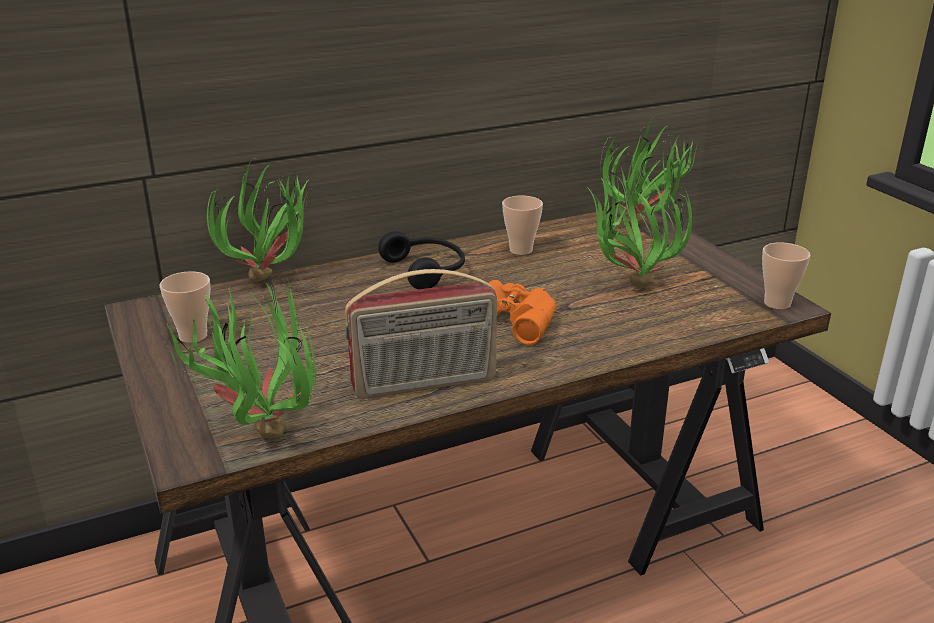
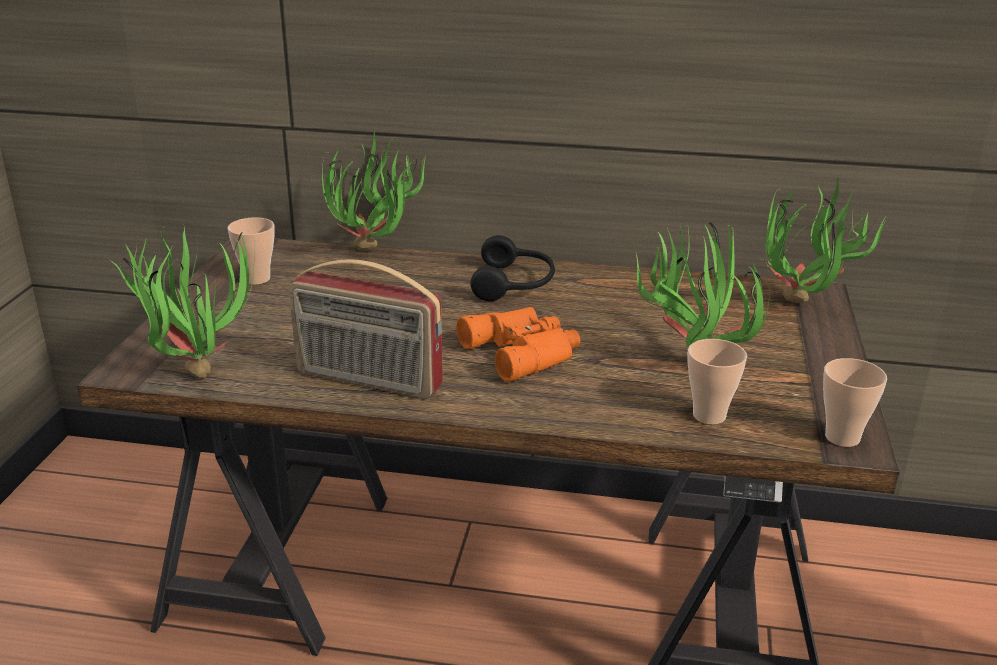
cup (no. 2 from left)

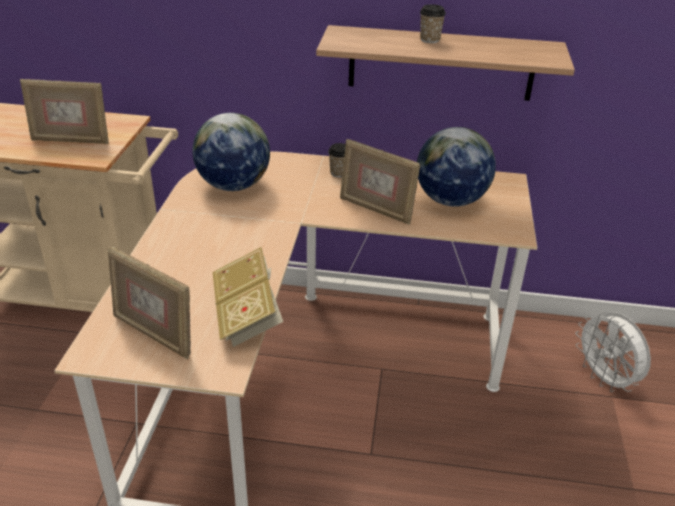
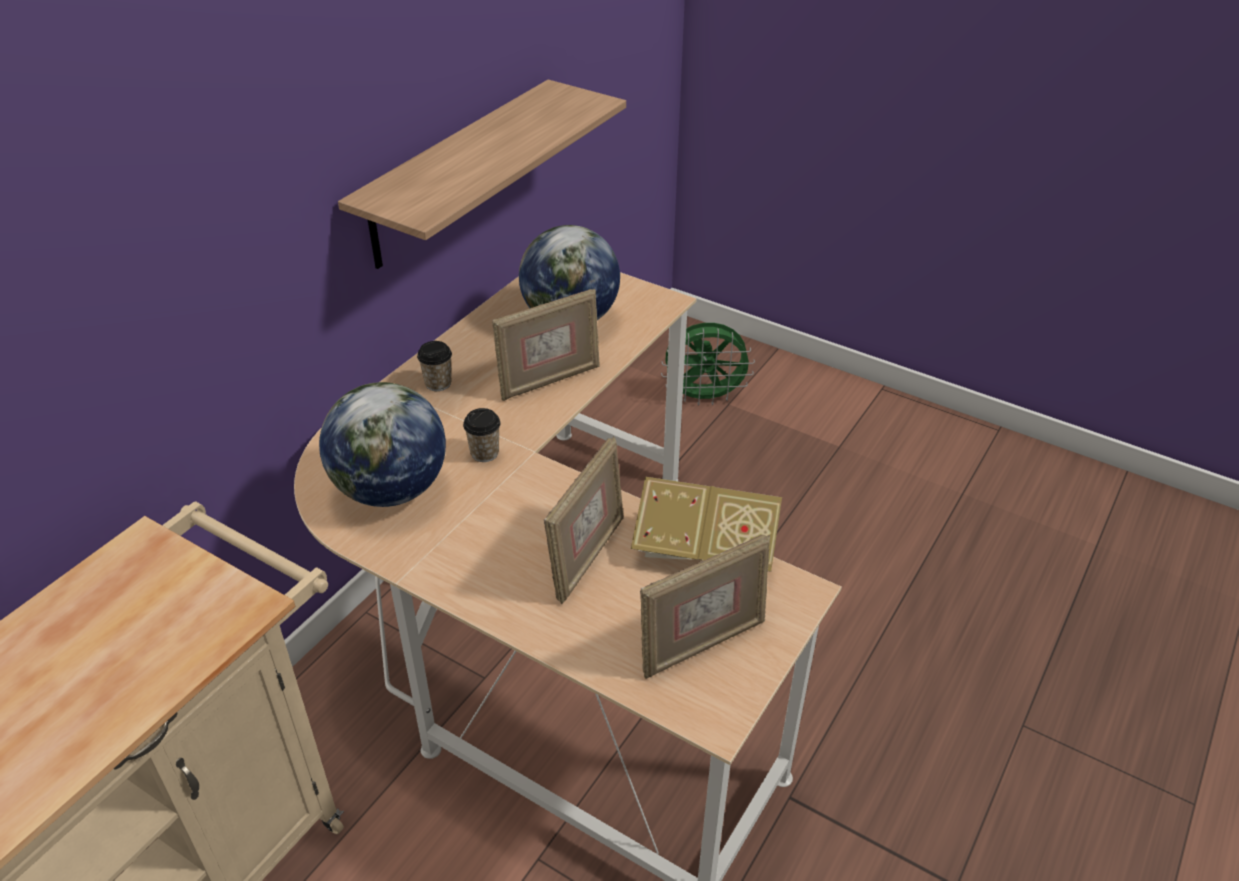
cup (no. 2 from left)
picture frame (no. 2 from left)
fan/green

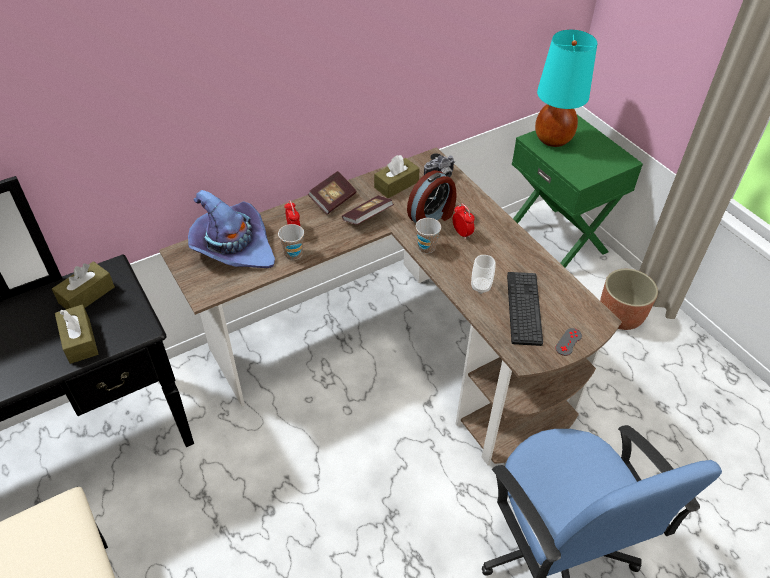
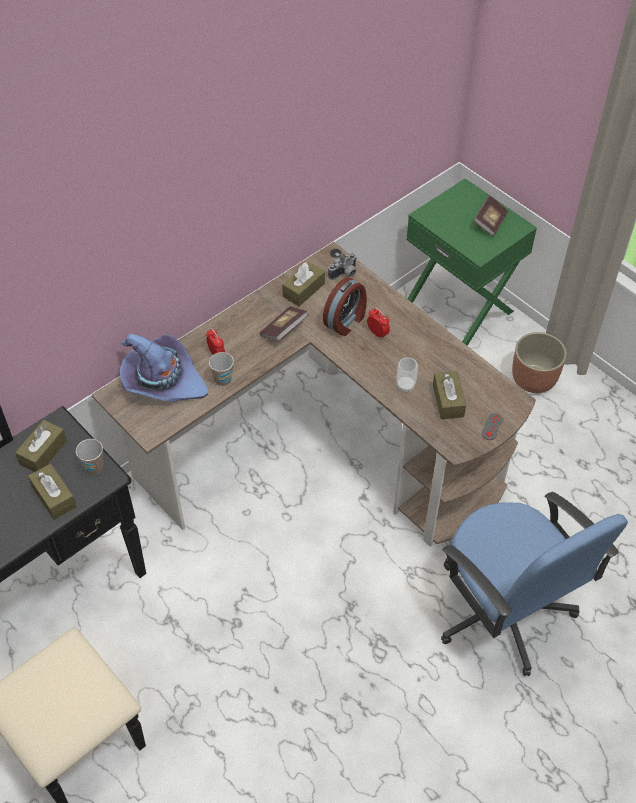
table lamp/turquoise
book (no. 2 from left)
cup (no. 1 from left)
tissue box/brown (no. 4 from left)

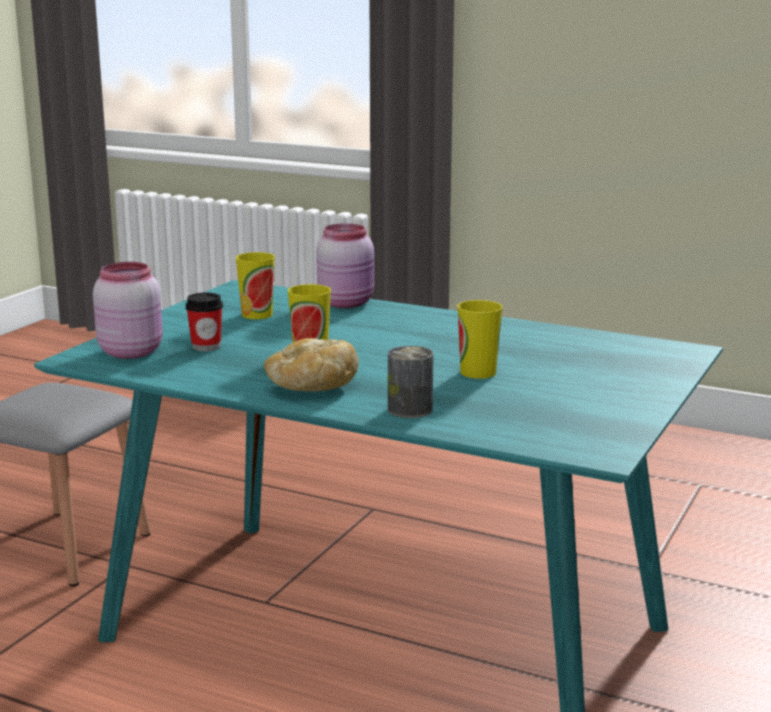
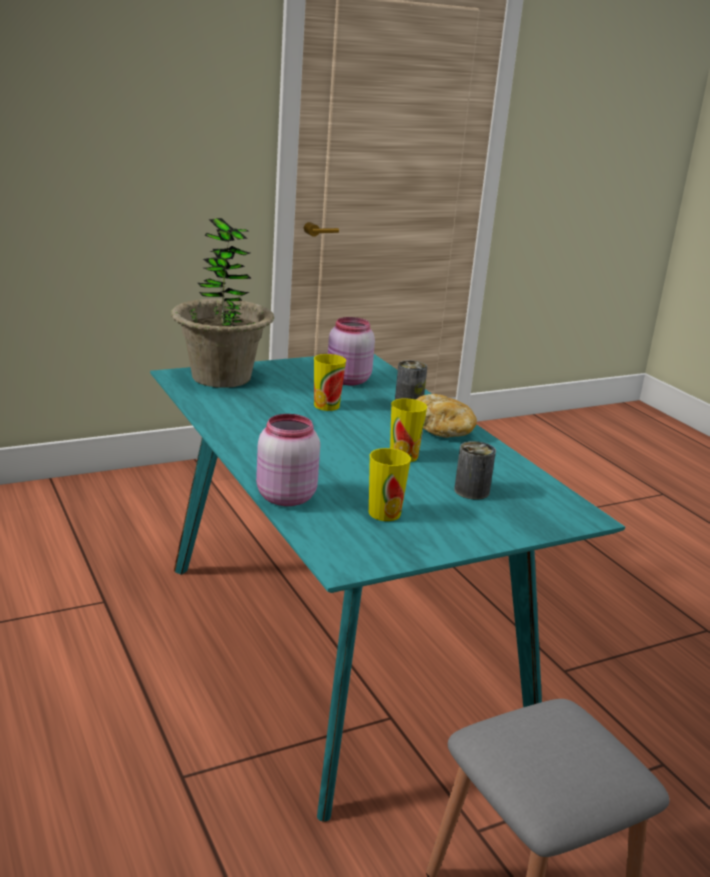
jar/pink (no. 2 from left)
can (no. 2 from left)
potted plant

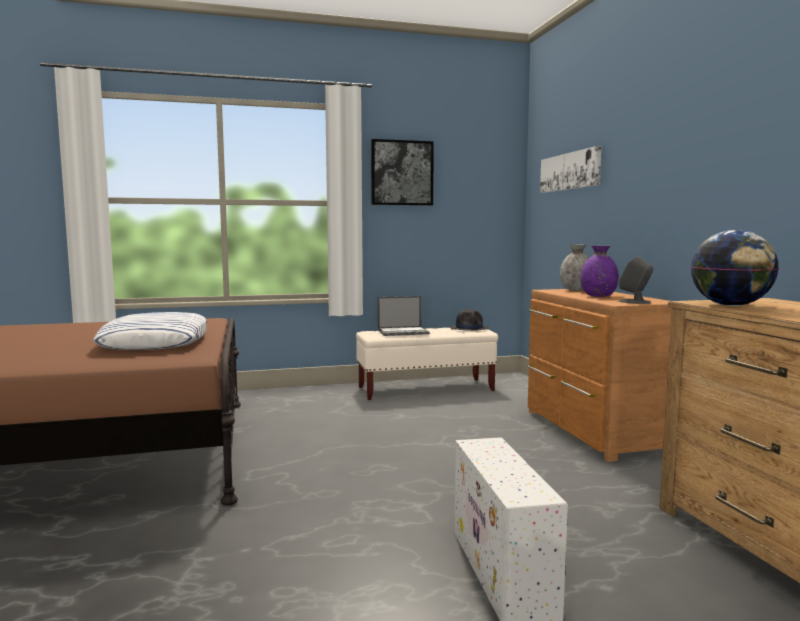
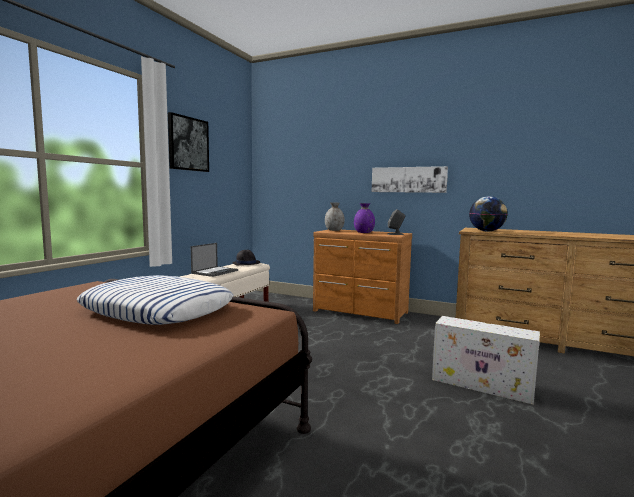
picture (no. 2 from left)

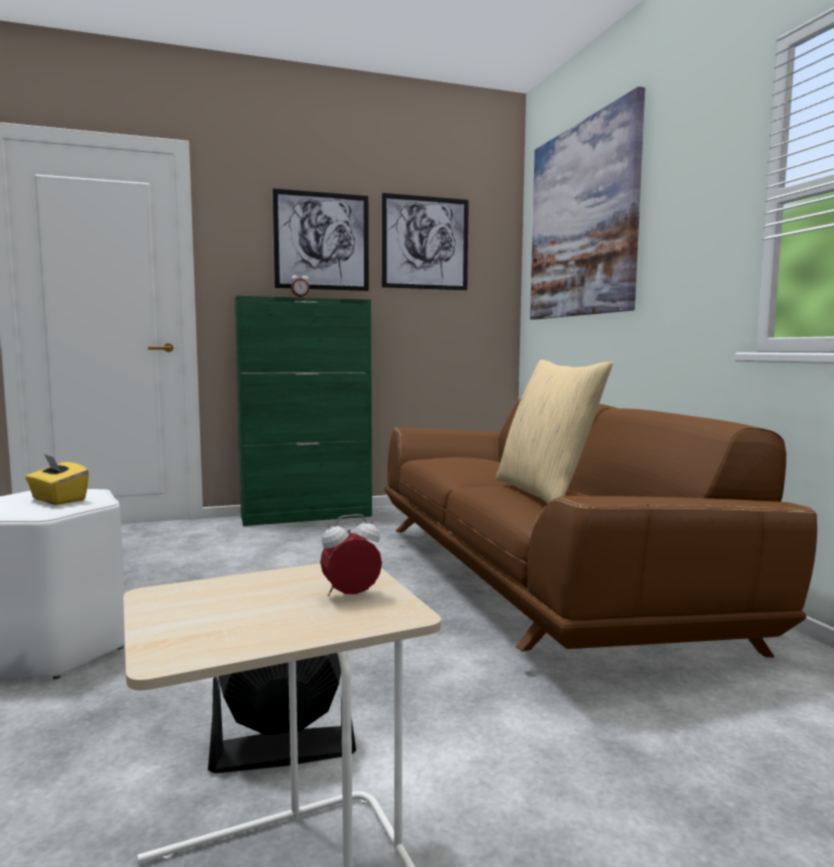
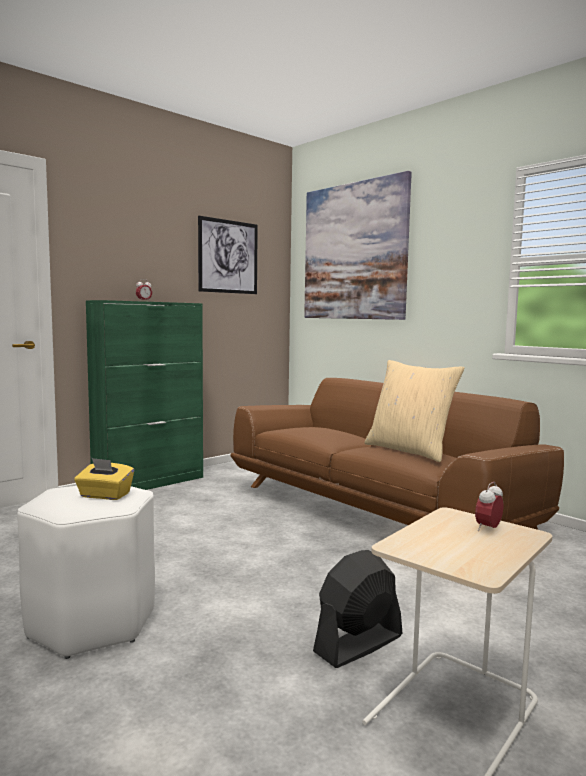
picture (no. 1 from left in the first image)

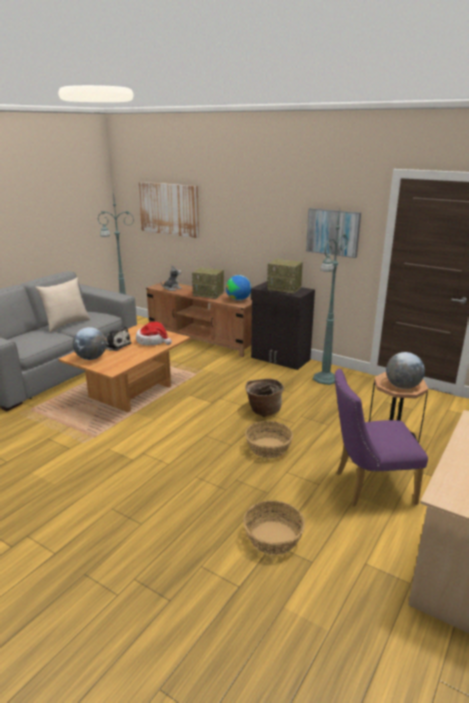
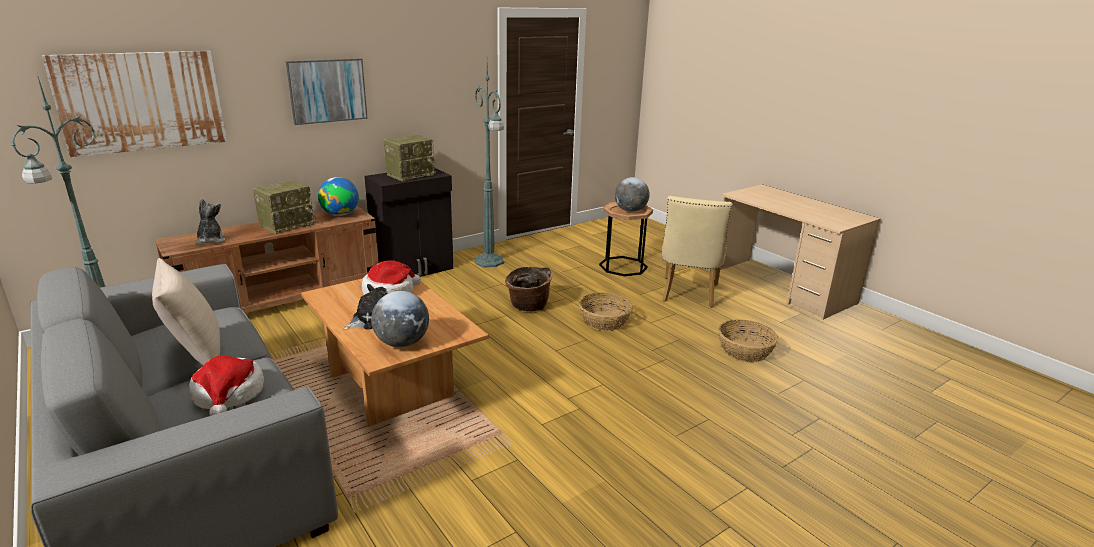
picture (no. 2 from left)
chair/beige
hat (no. 1 from left)

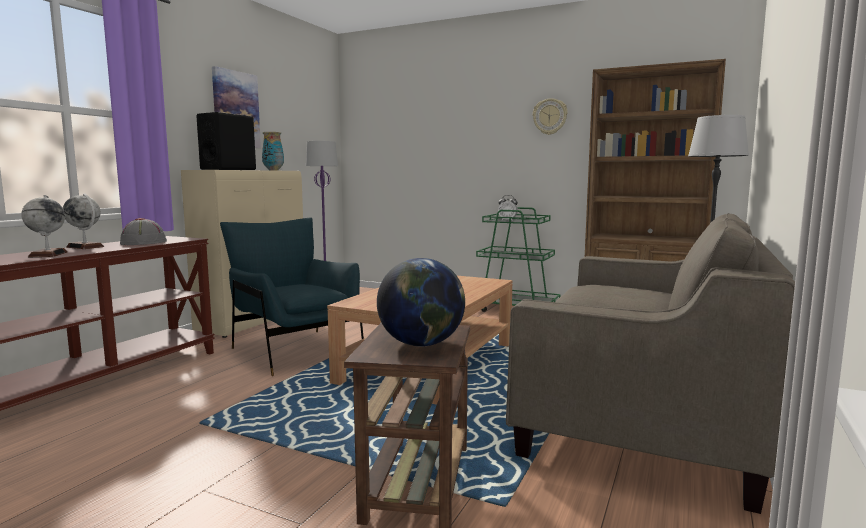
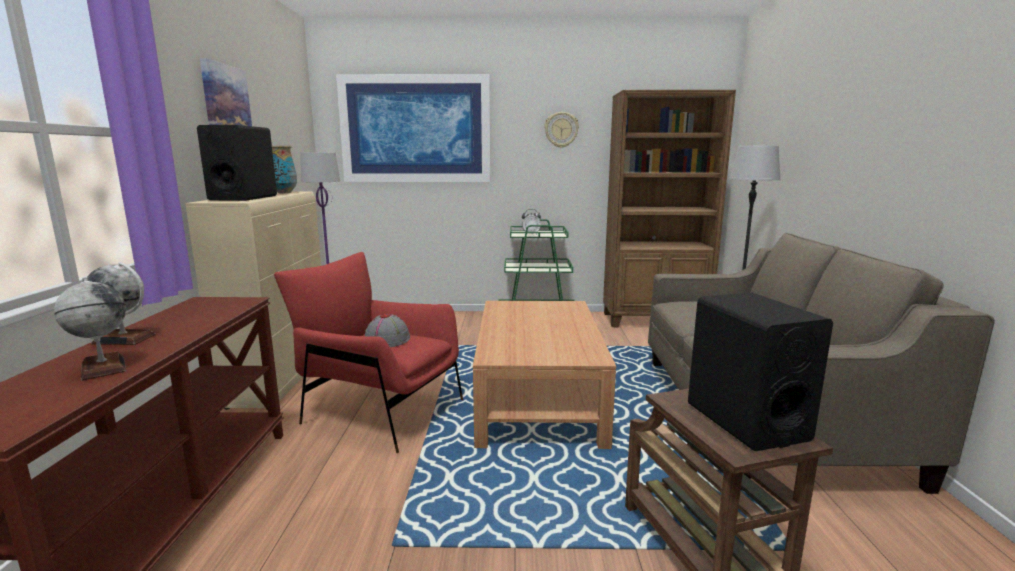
armchair/red
hat/grey
speaker/black (no. 2 from left)
picture (no. 2 from left)

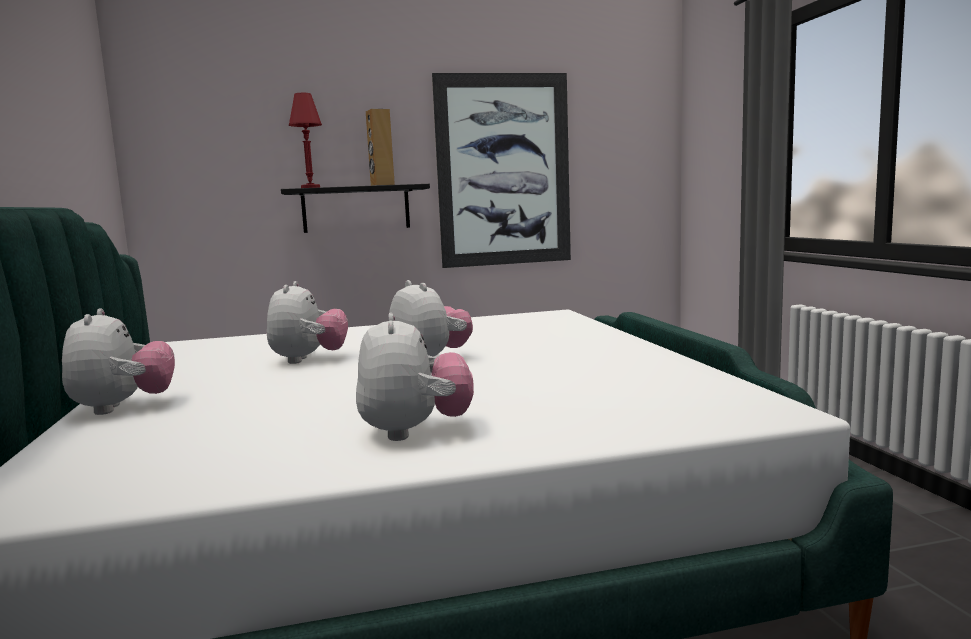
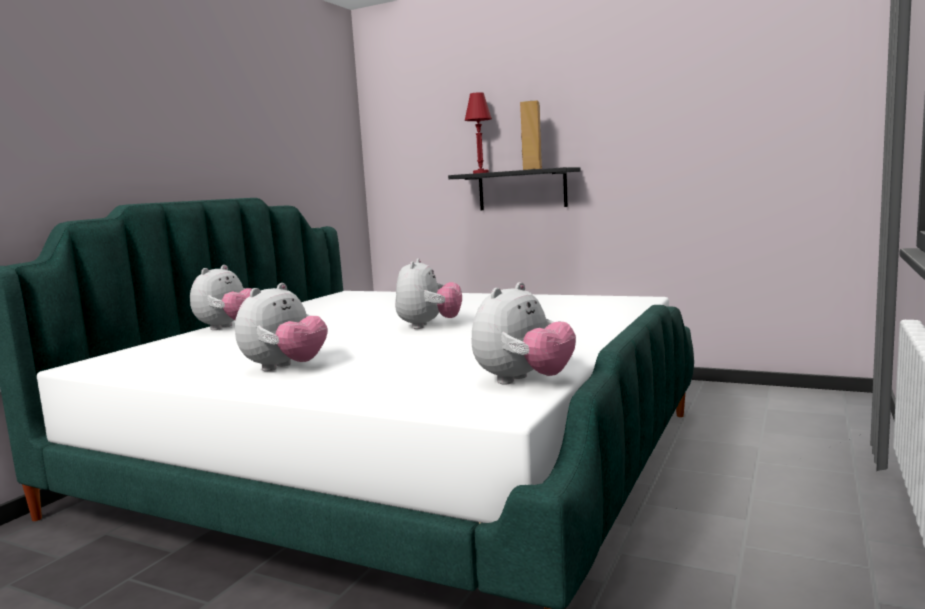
picture
plush toy (no. 4 from left)

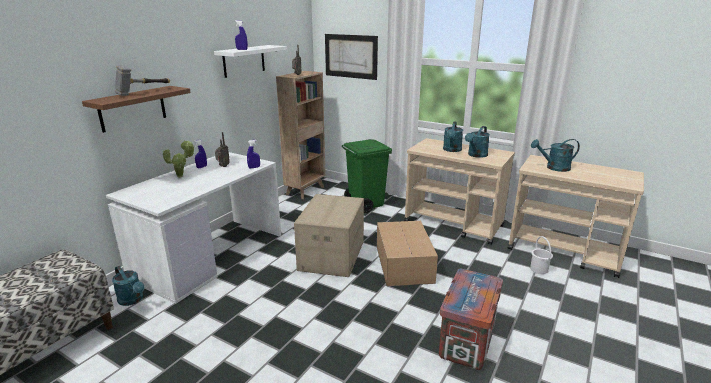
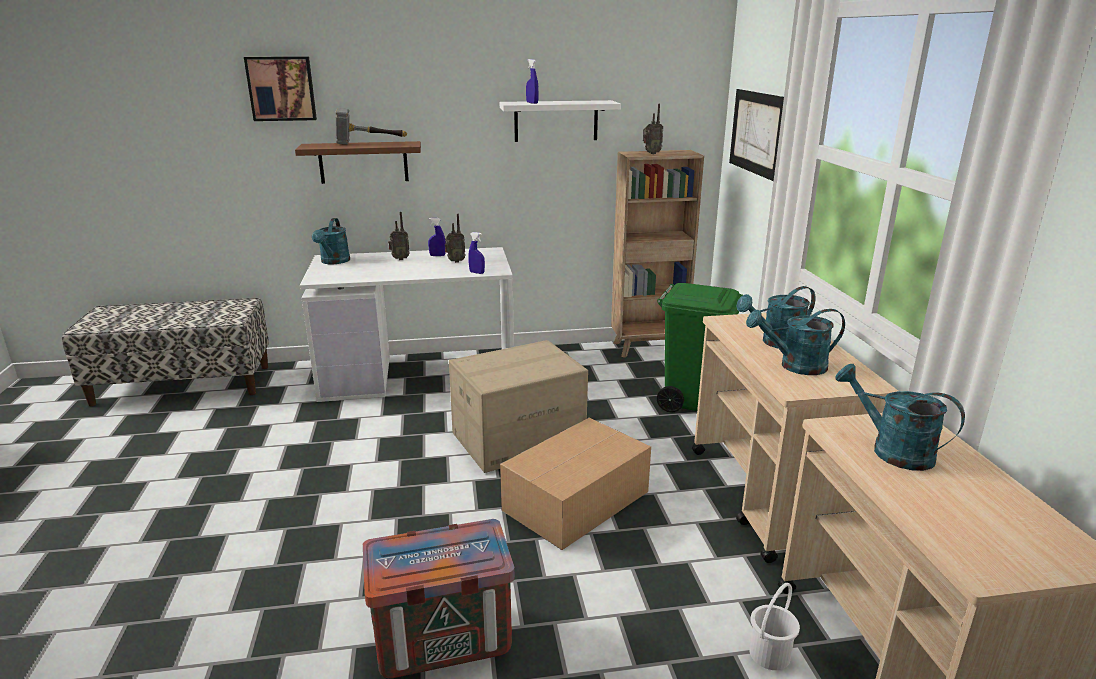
radio (no. 1 from left)
watering can/turquoise (no. 1 from left)
picture (no. 1 from left)

